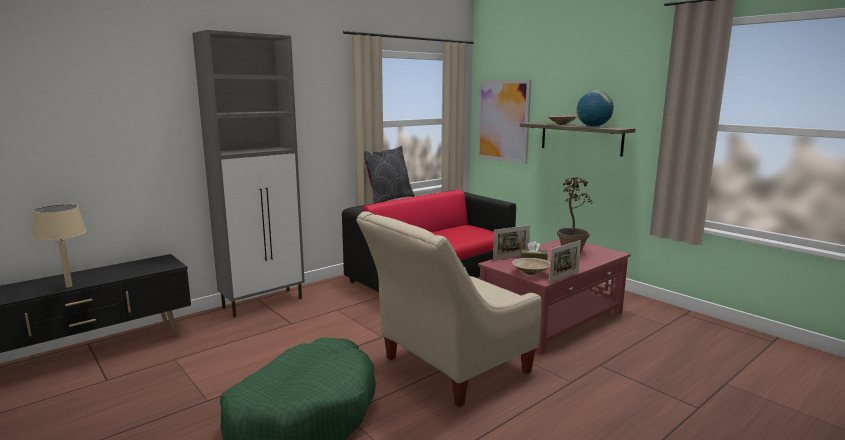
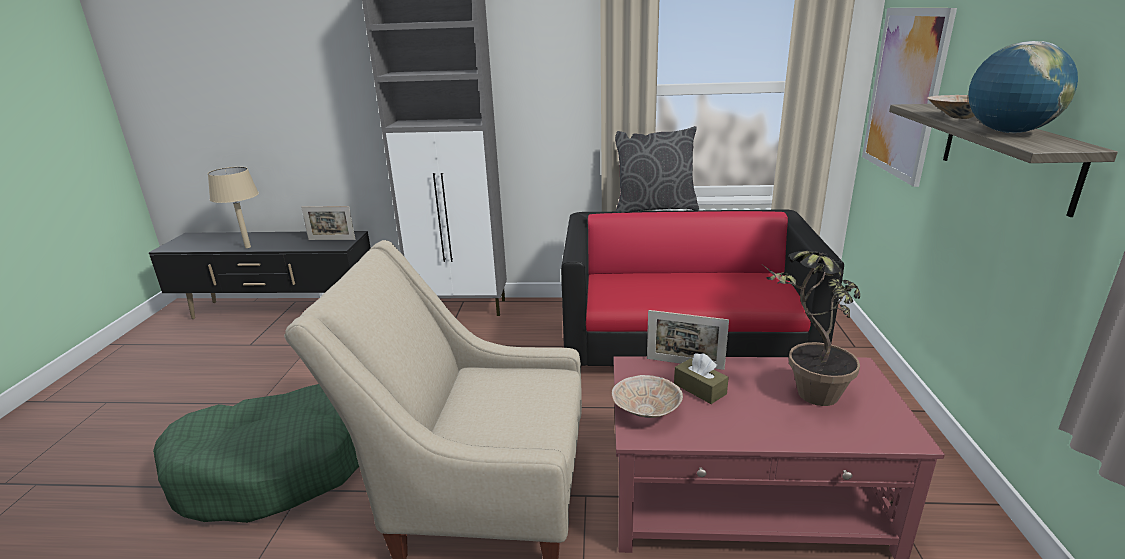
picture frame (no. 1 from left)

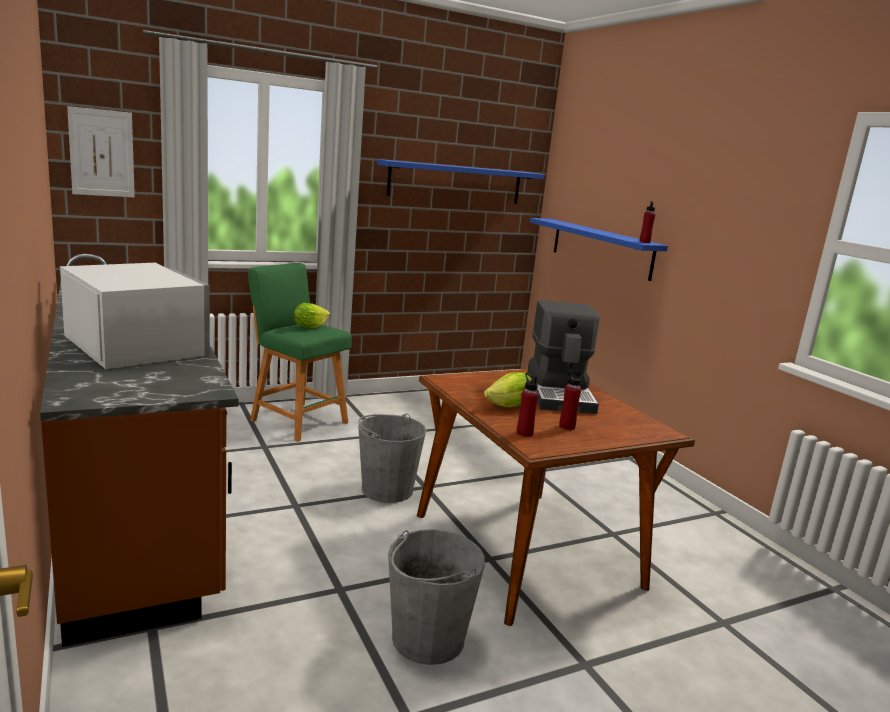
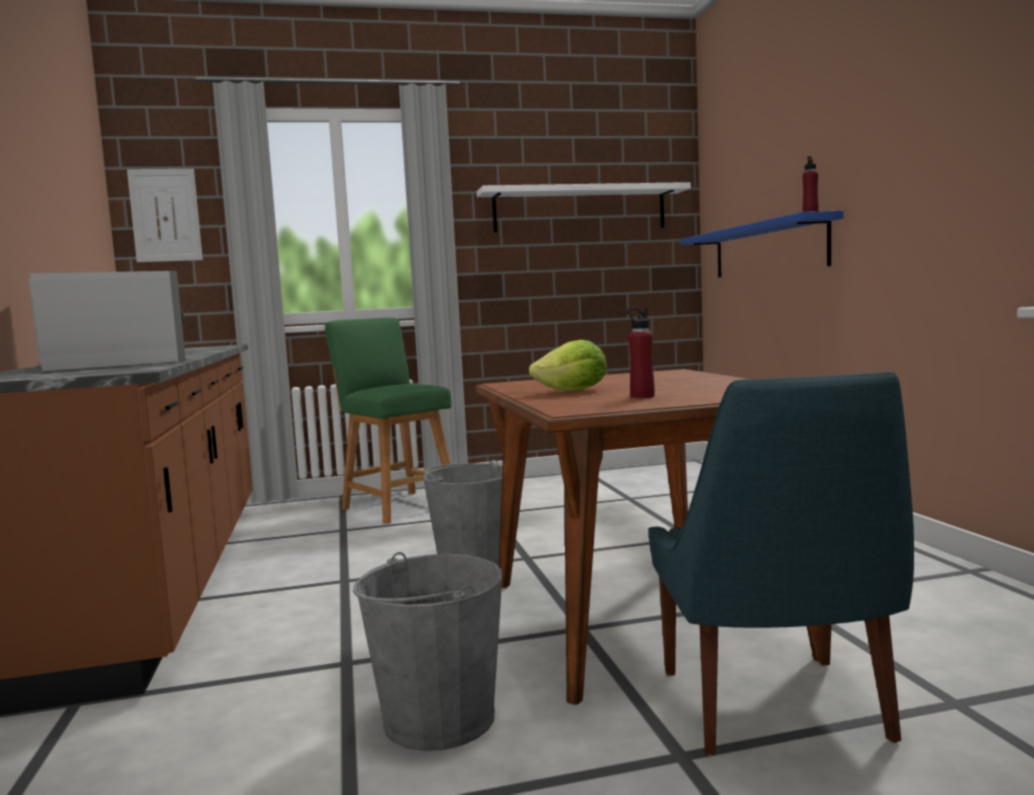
shelf/white
coffee machine
lettuce (no. 1 from left in the first image)
bottle/red (no. 1 from left in the first image)
chair/blue

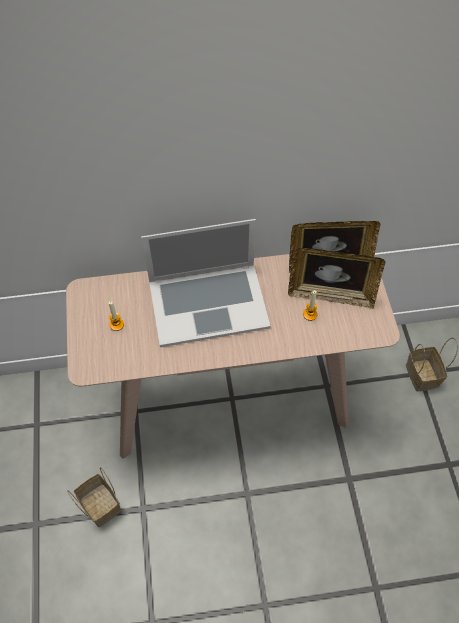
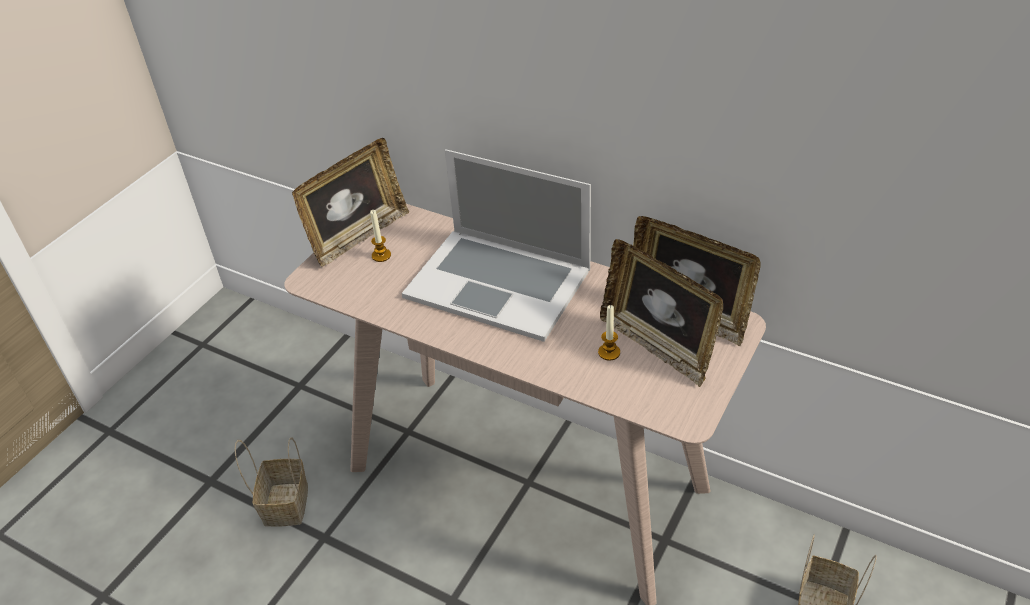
picture frame (no. 1 from left)

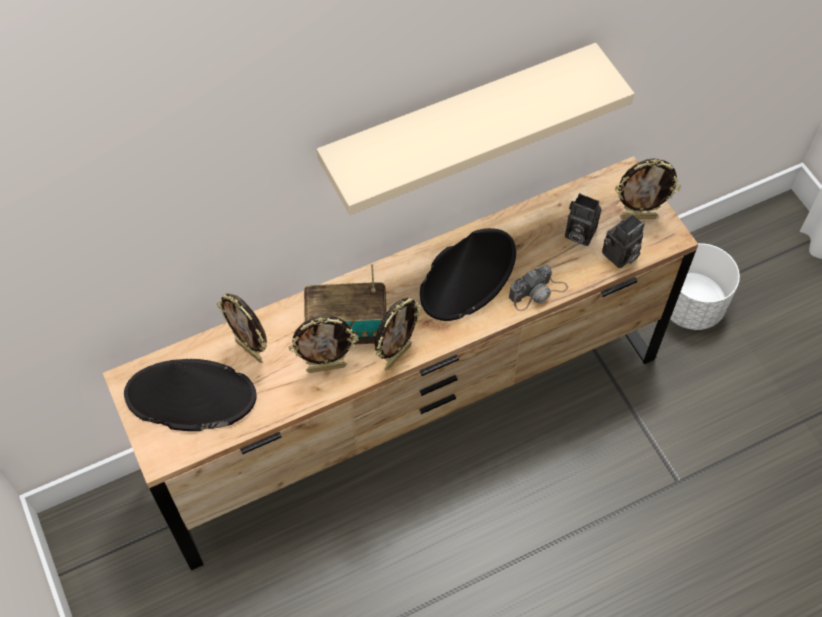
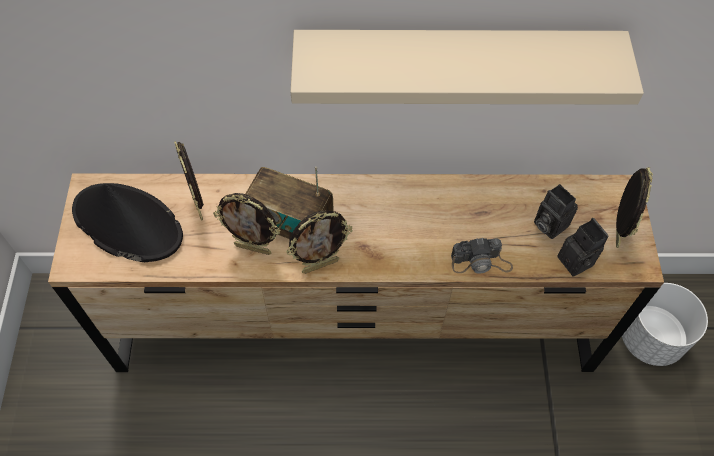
picture frame (no. 4 from left)
photo camera (no. 3 from left)
hat/black (no. 2 from left in the first image)

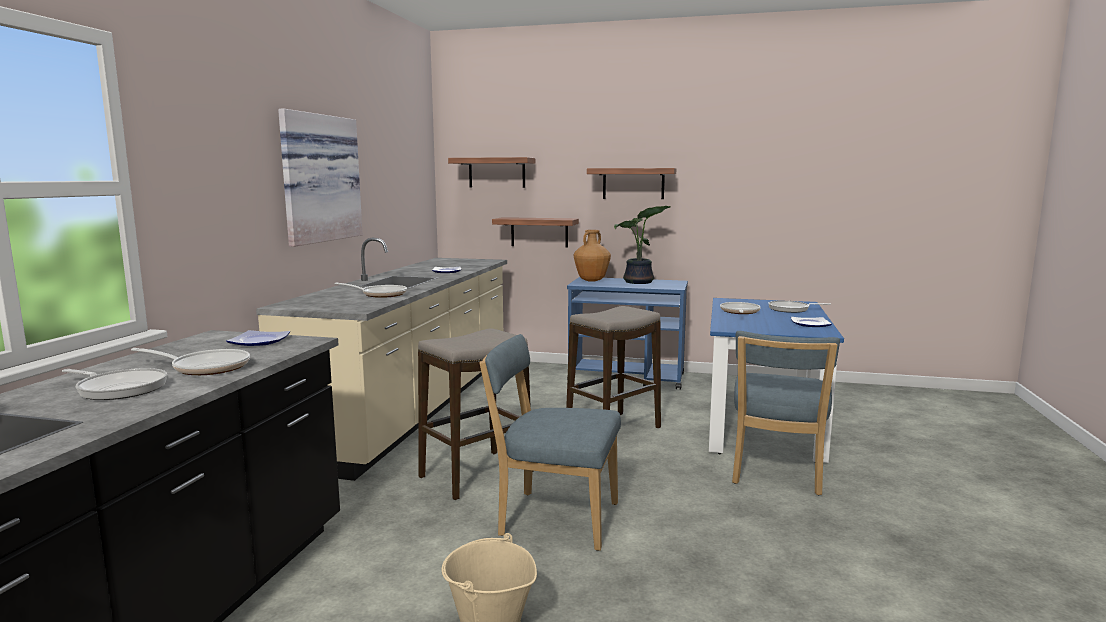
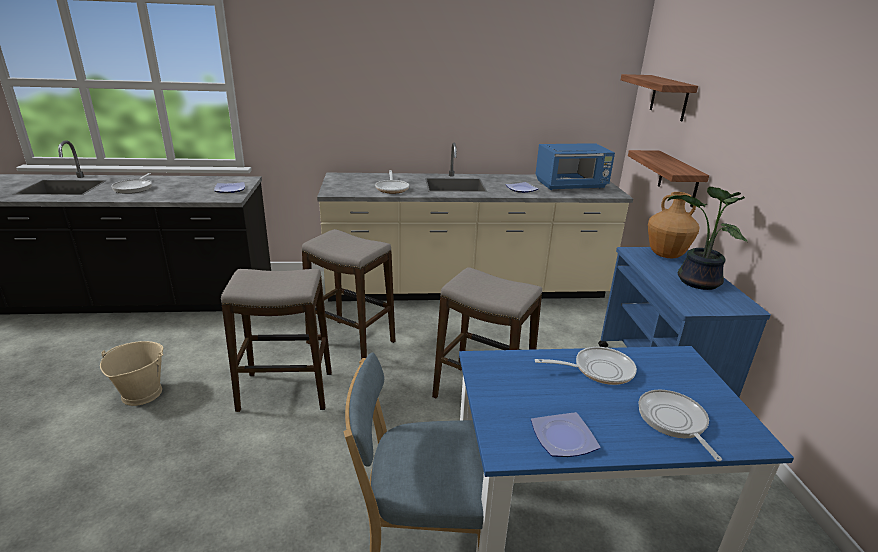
picture
shelf (no. 3 from left in the first image)
stool (no. 1 from left)
frying pan (no. 2 from left in the first image)
microwave/blue

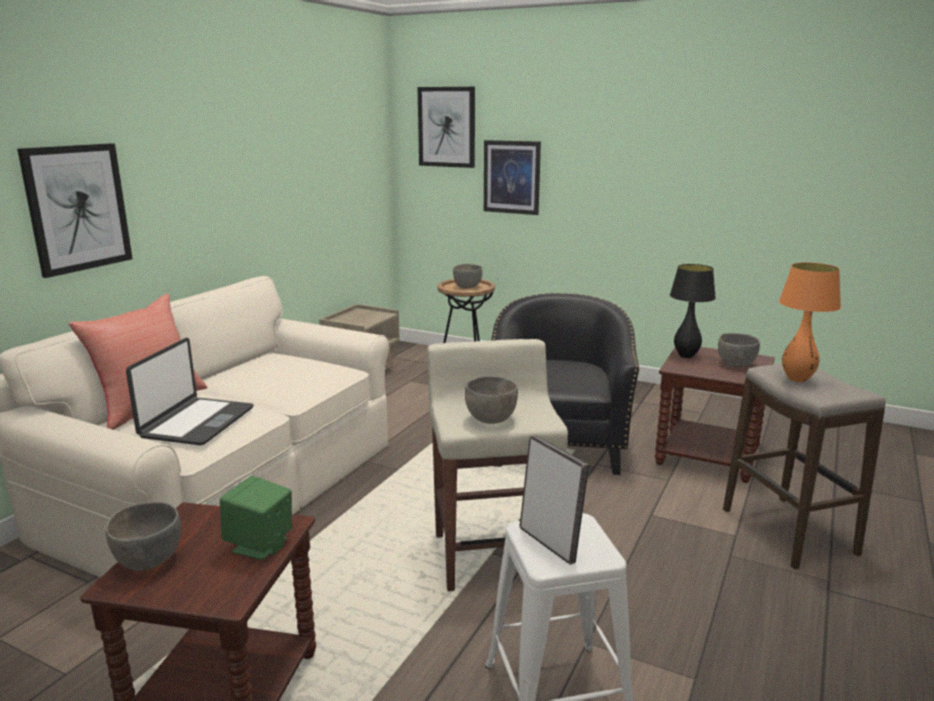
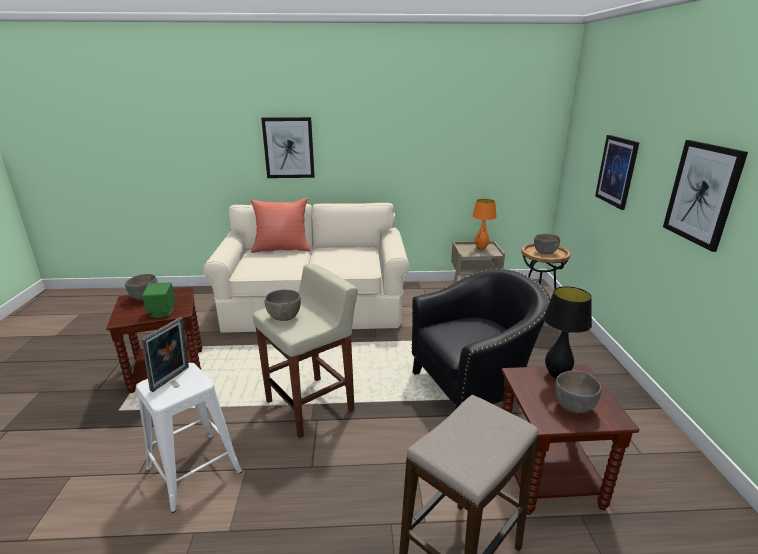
picture (no. 3 from left)
table lamp/orange
laptop

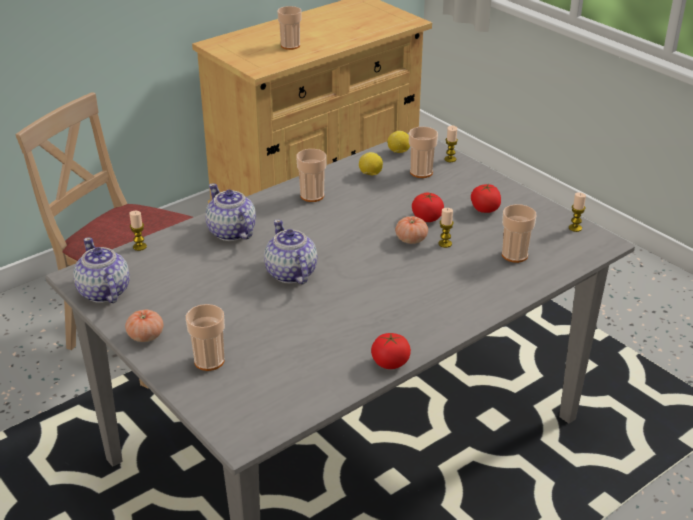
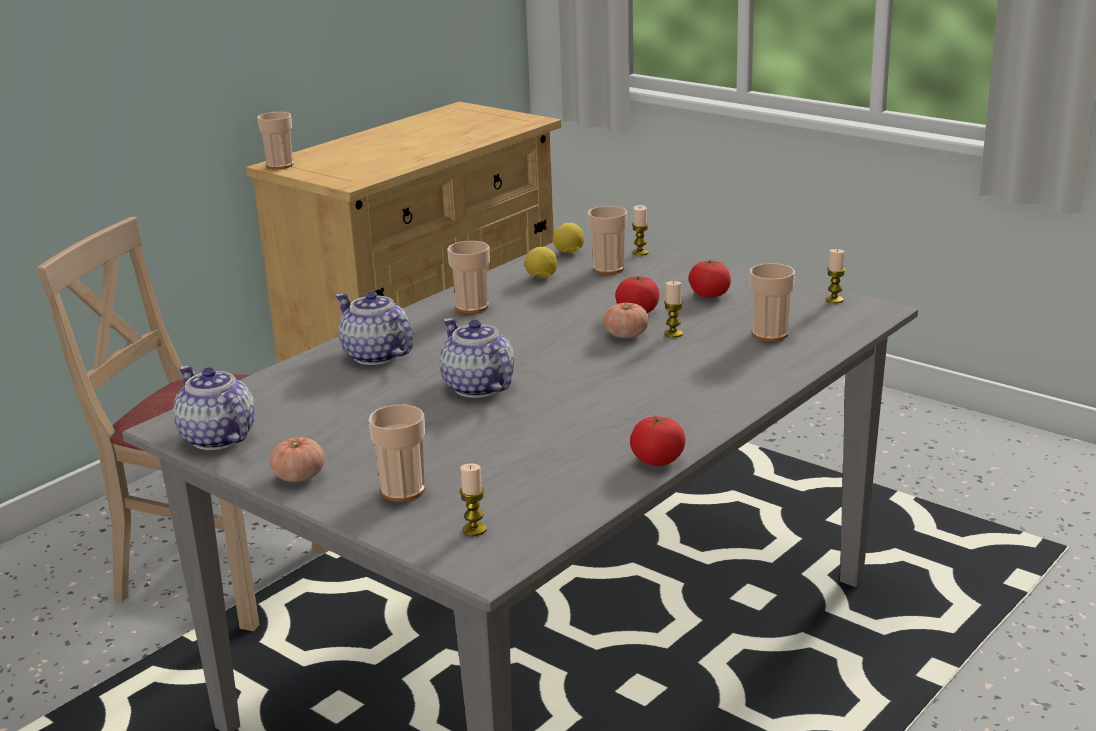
cup (no. 1 from left)
candle (no. 1 from left)

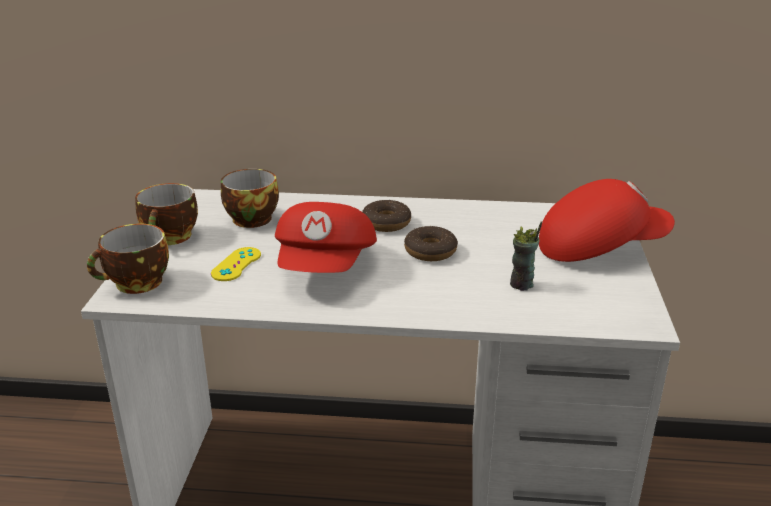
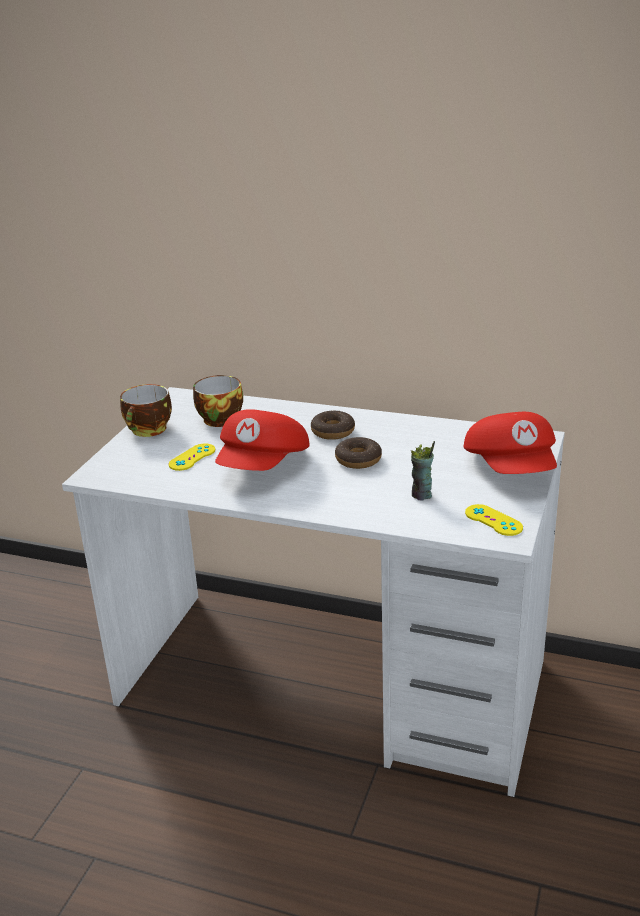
cap/red (no. 2 from left)
cup (no. 1 from left in the first image)
game controller/yellow (no. 2 from left)

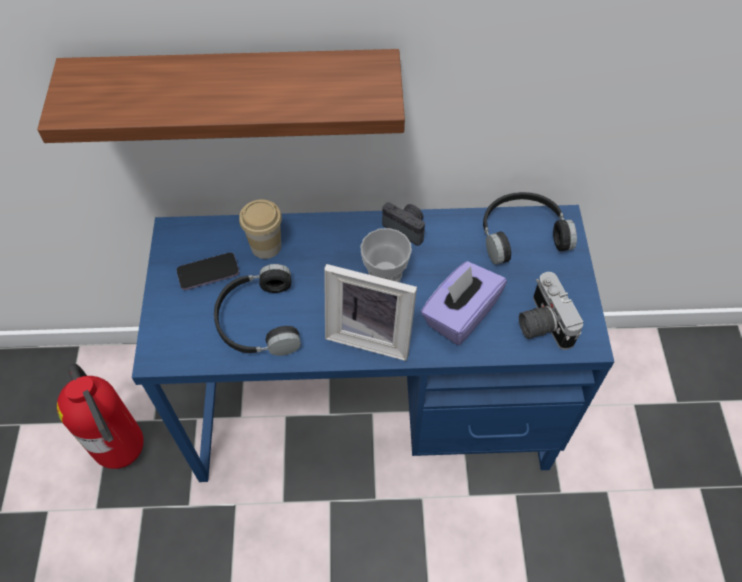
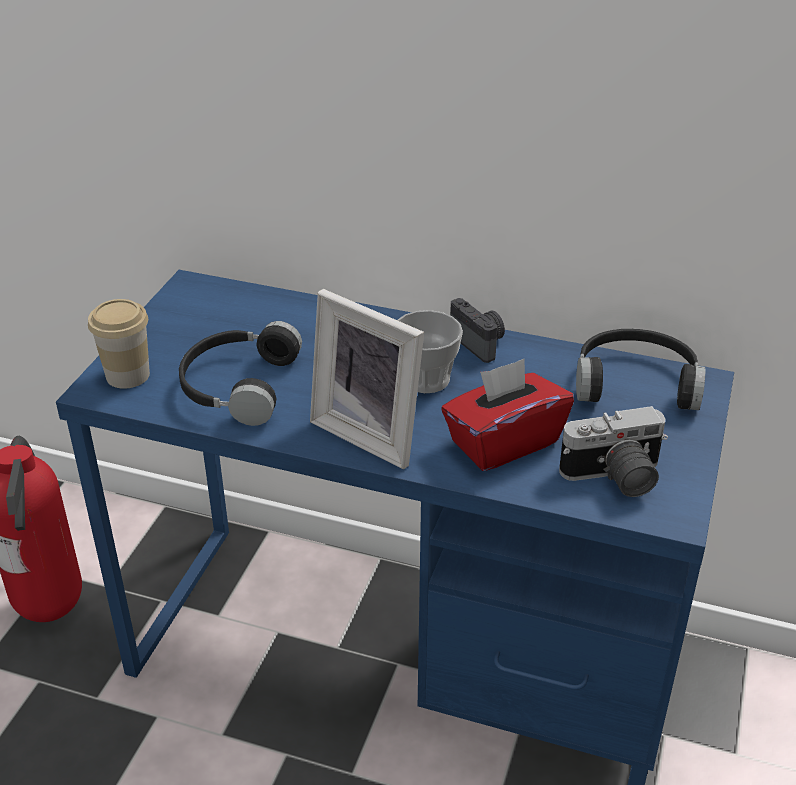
shelf
cup (no. 1 from left)
phone
tissue box/red
photo camera (no. 2 from left)

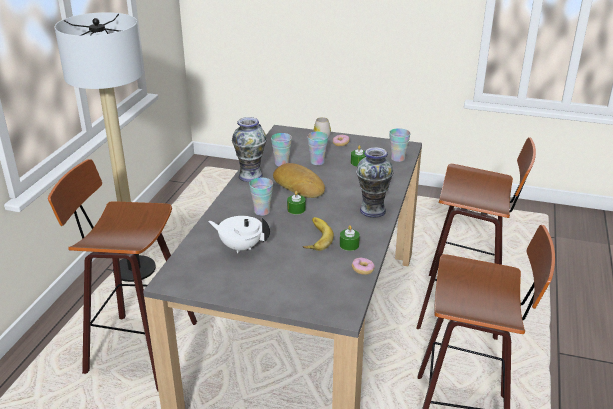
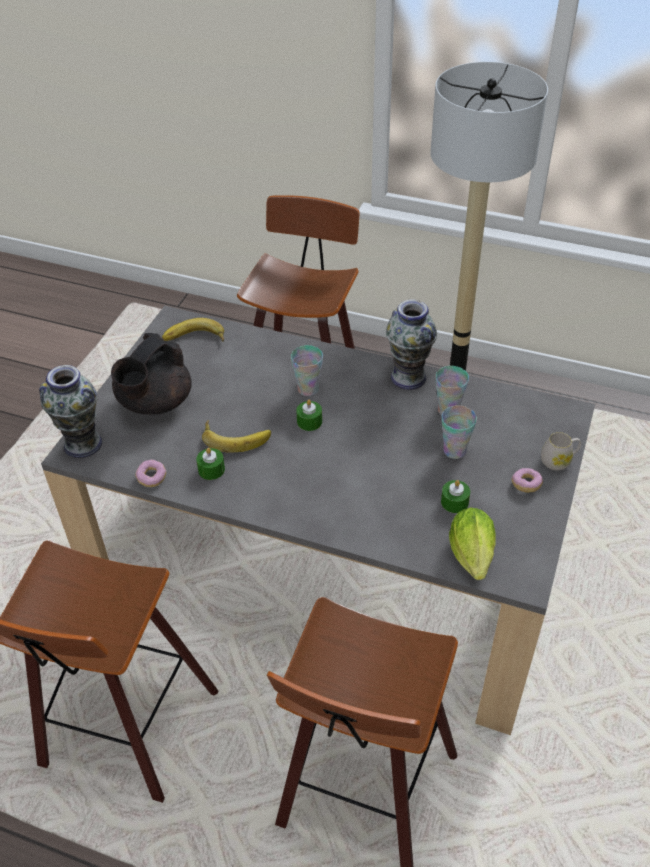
lettuce
vase (no. 1 from left)
bread
teapot/white
banana (no. 1 from left)
teapot/black

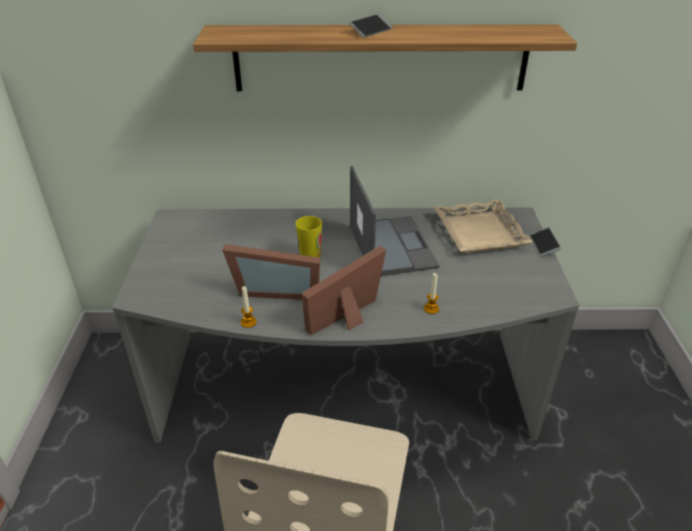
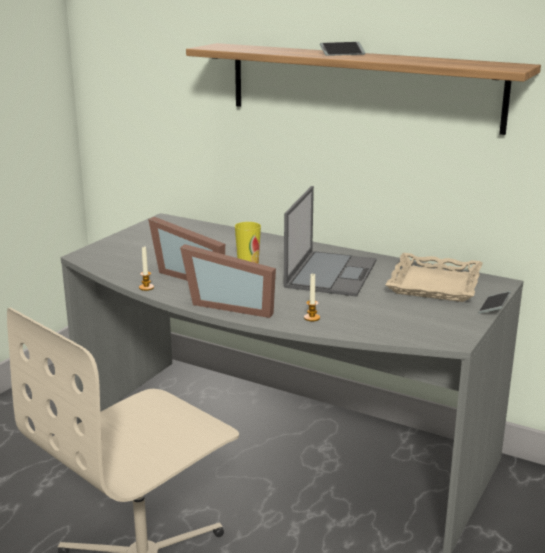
picture frame (no. 2 from left)

